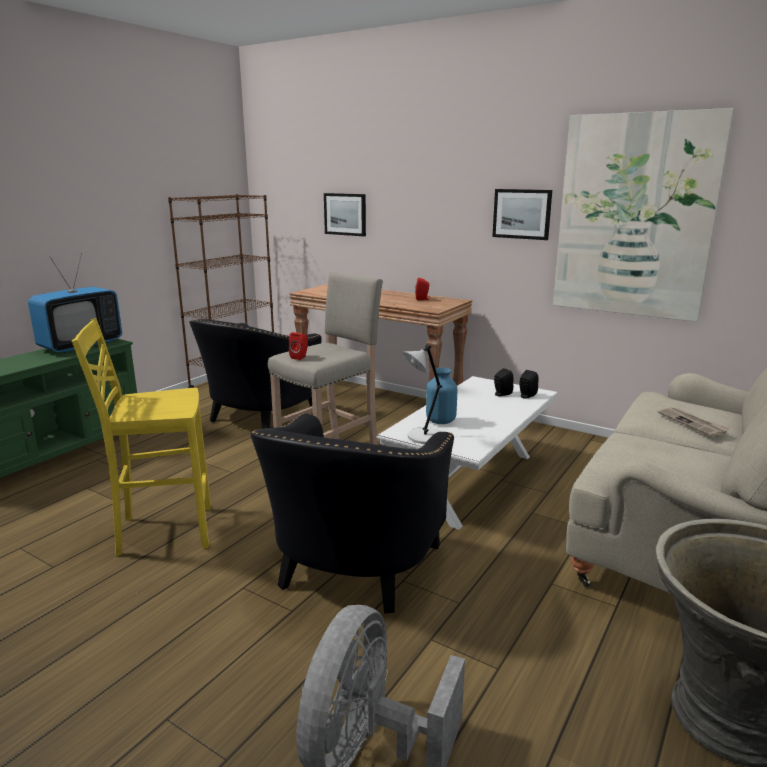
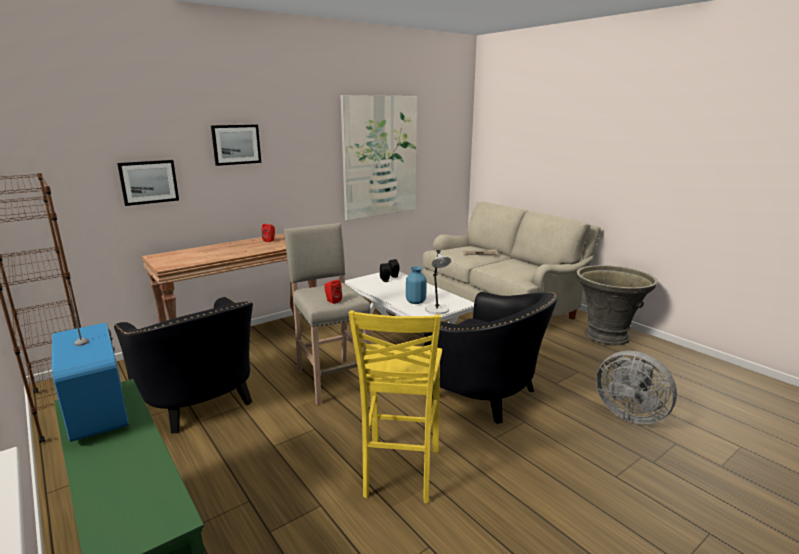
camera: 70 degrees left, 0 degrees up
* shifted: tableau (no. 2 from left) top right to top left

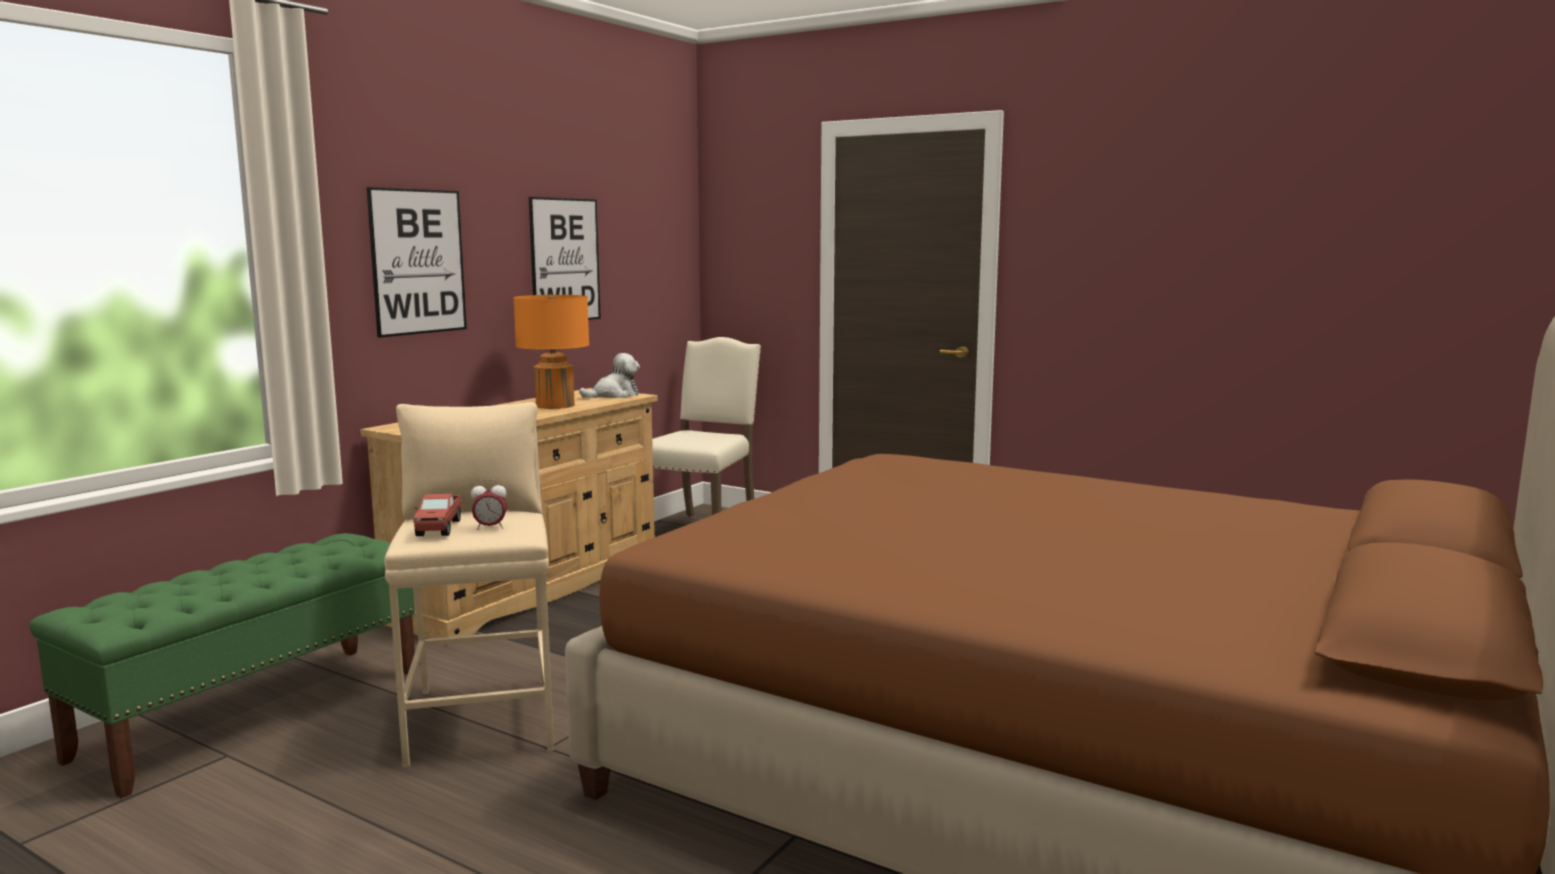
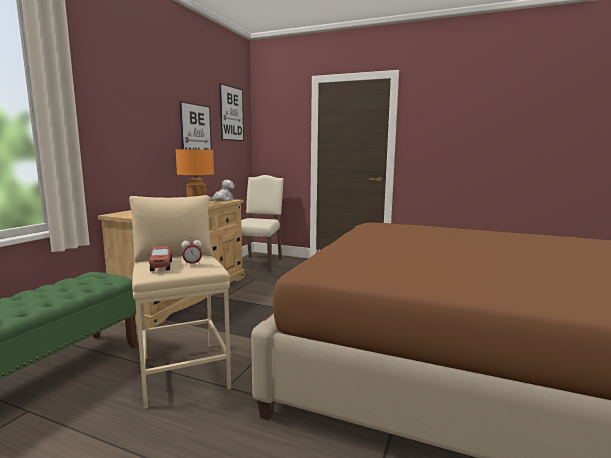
camera: 10 degrees left, 0 degrees up
* shifted: tableau (no. 1 from left in the first image) top left to tableau (no. 2 from left) top centre

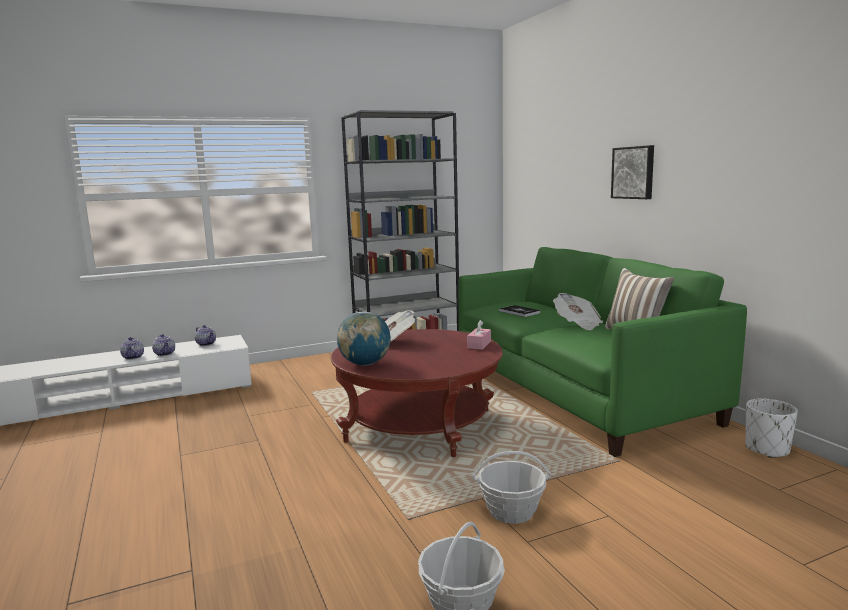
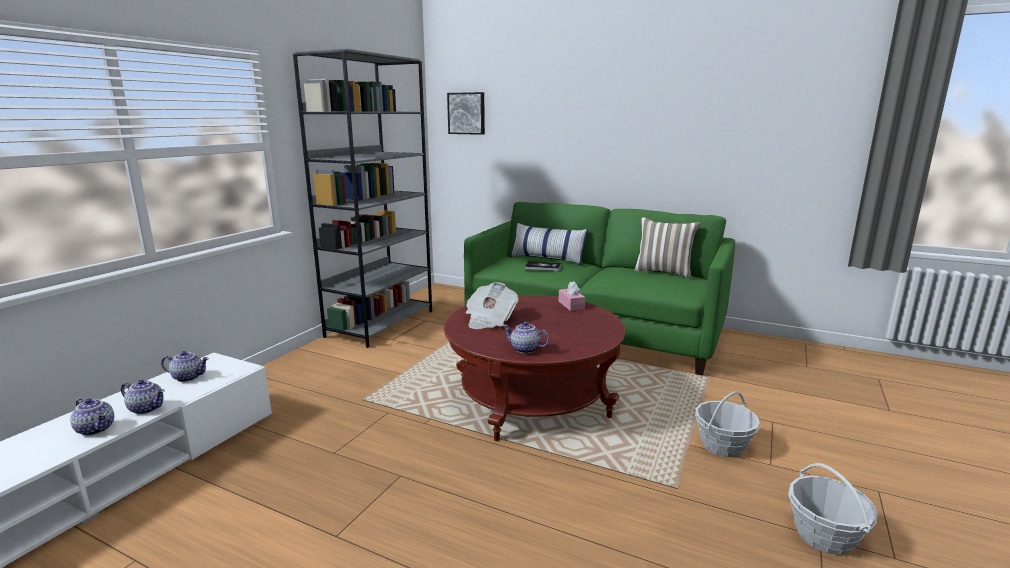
camera: 40 degrees left, 5 degrees up
* gone: journal (no. 2 from left) middle right
* gone: cache-pot/blanc bottom right
* new: coussin (no. 1 from left) centre
* shifted: tableau top right to top centre
* swapped: globe centre to théière (no. 4 from left) centre

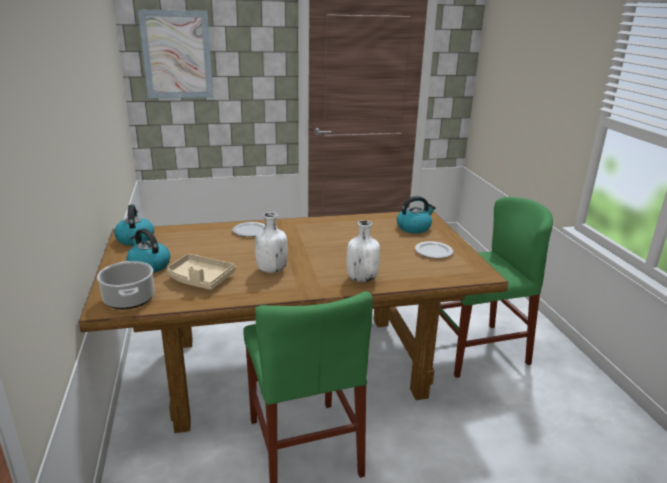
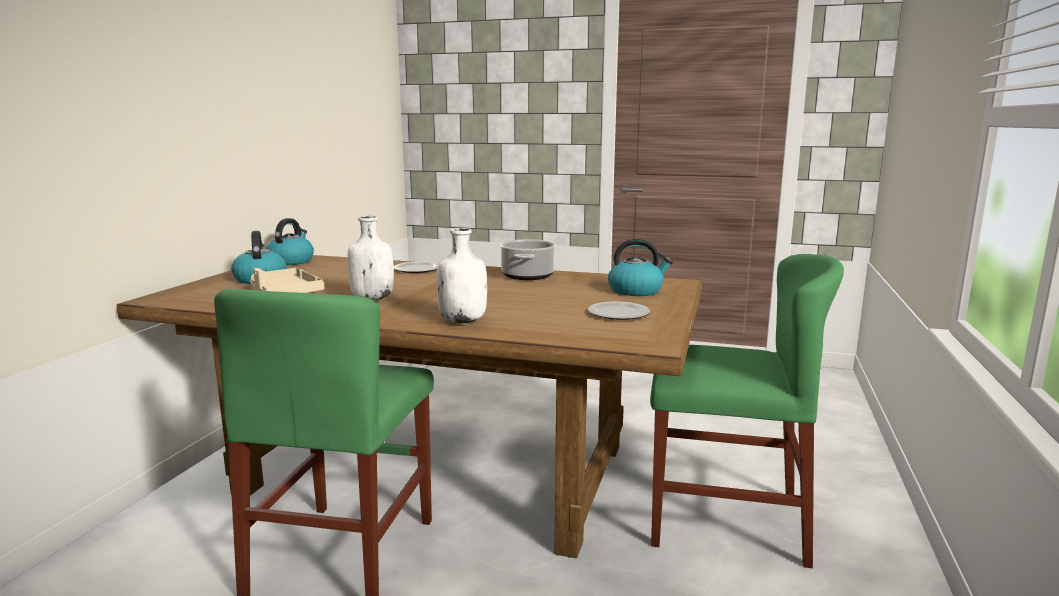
camera: 30 degrees right, 10 degrees down
* gone: tableau top left
* shifted: marmite middle left to centre

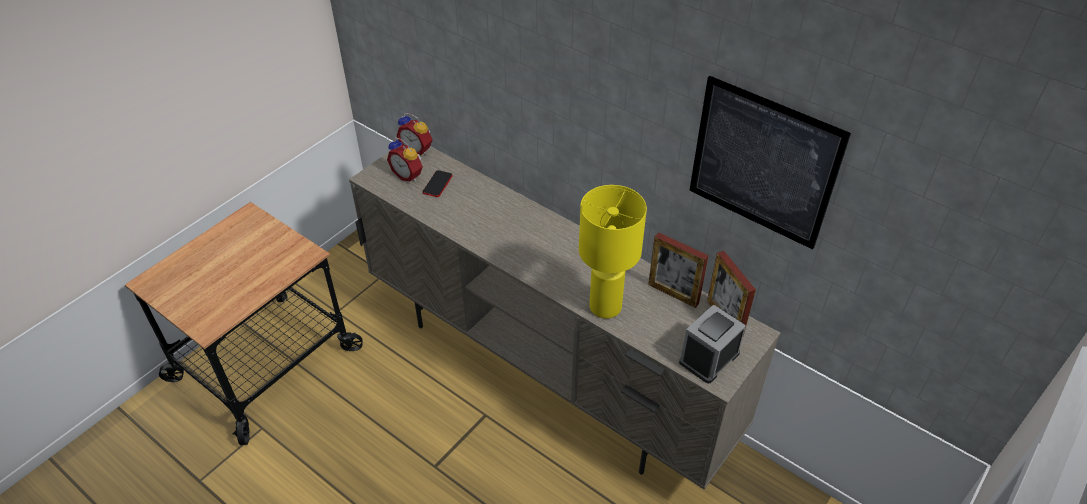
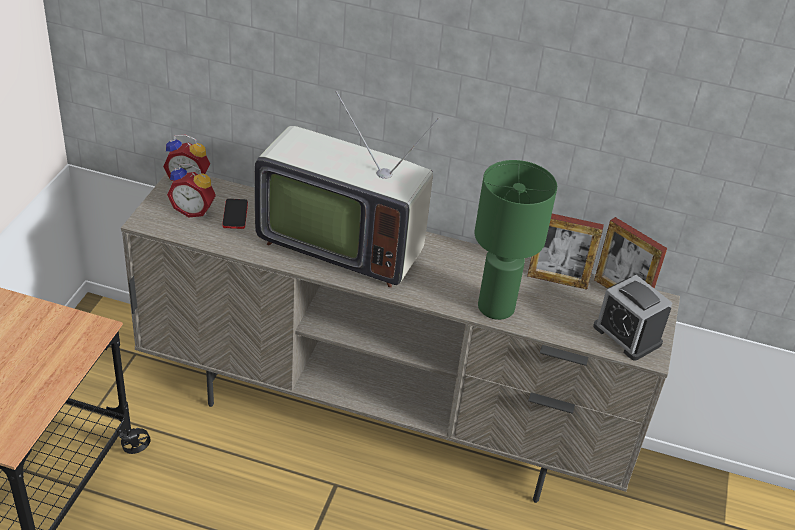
camera: 25 degrees left, 5 degrees down
* gone: tableau top right
* new: téléviseur centre
* repainted: lampe de table/jaune centre to lampe de table/vert centre
* rotated: réveil (no. 3 from left) bottom centre = middle right 60 degrees counterclockwise

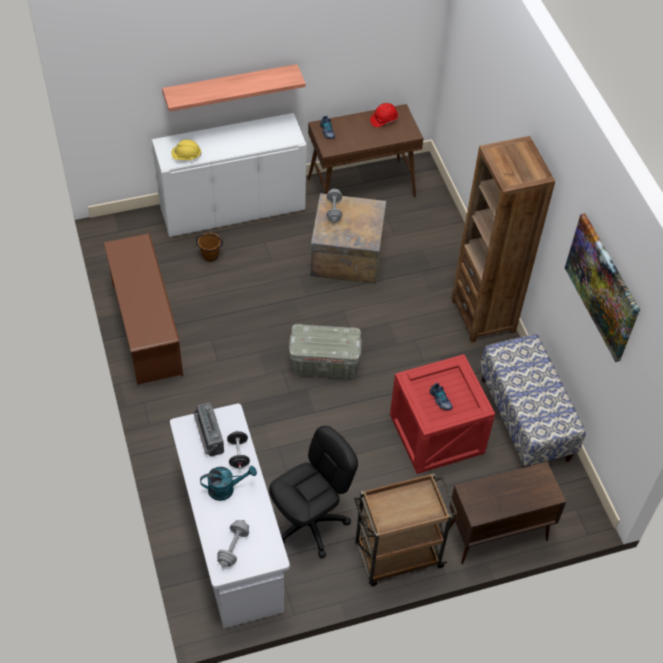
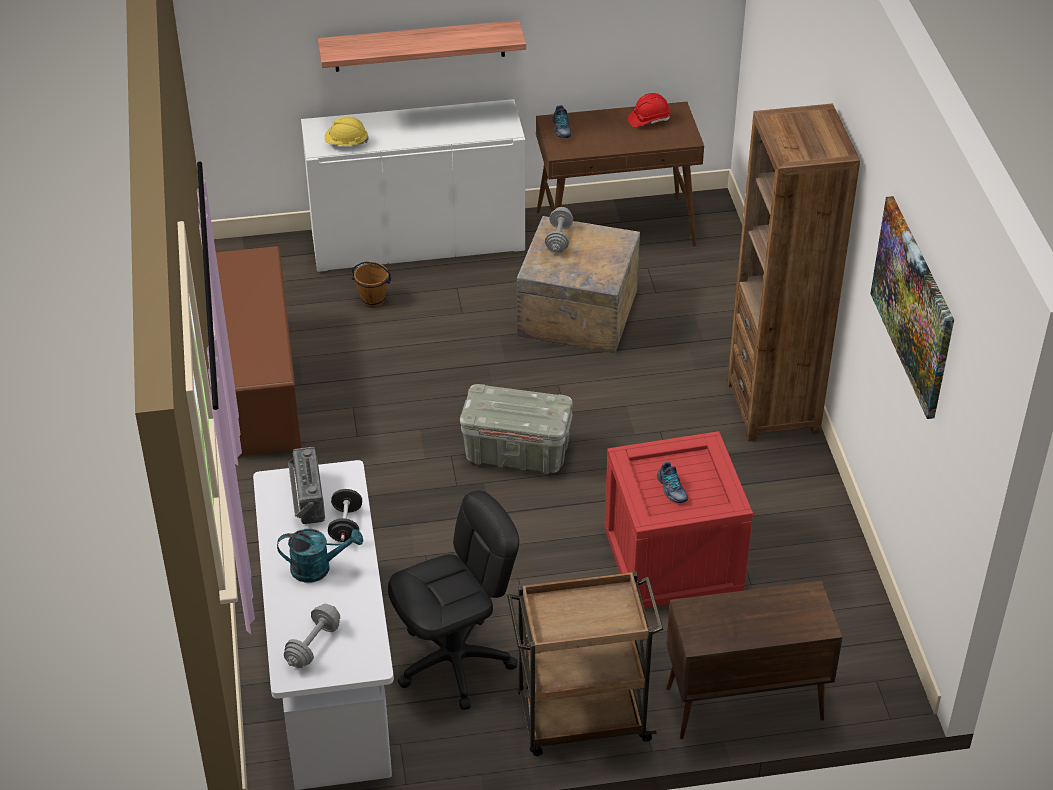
camera: 10 degrees right, 10 degrees down
* gone: banc middle right

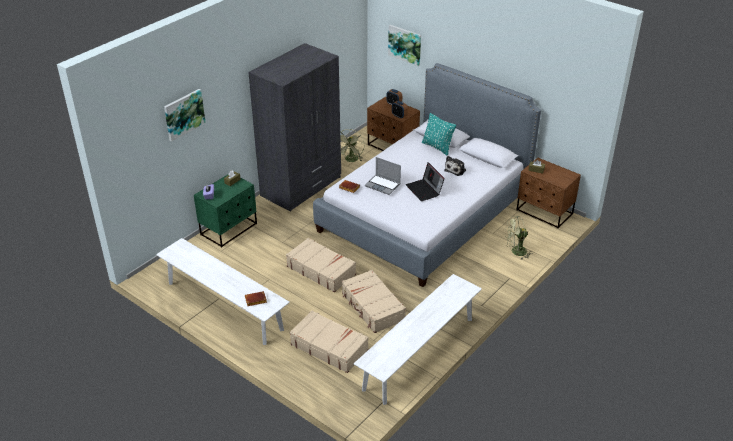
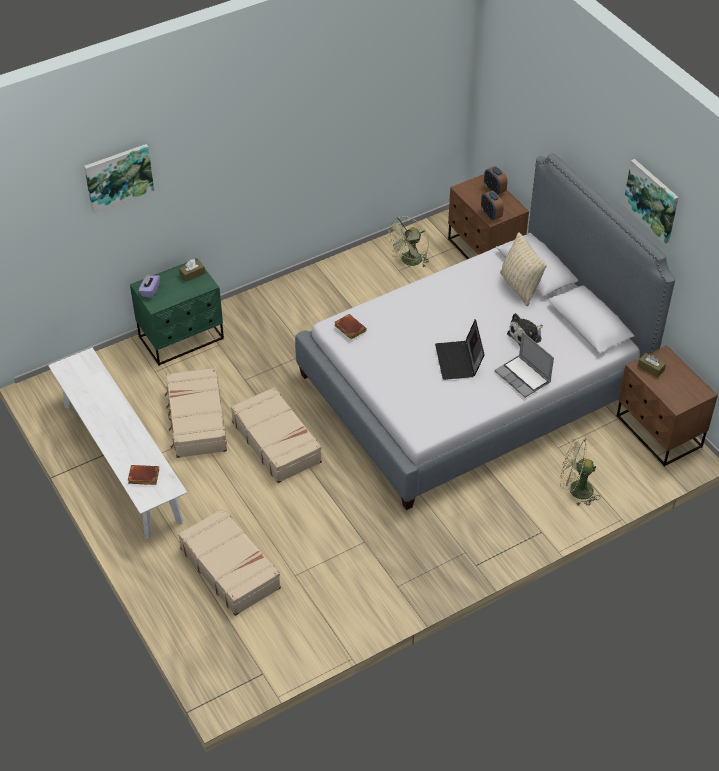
camera: 20 degrees right, 10 degrees up
* gone: armoire/gris top centre
* gone: banc/blanc (no. 2 from left) bottom centre
* shifted: valise/beige (no. 3 from left in the first image) bottom centre to valise/beige (no. 1 from left) middle left
* shifted: ordinateur portable (no. 1 from left in the first image) centre to ordinateur portable (no. 2 from left) middle right
* shifted: tableau (no. 2 from left) top centre to top right
* repainted: coussin/turquoise top centre to coussin/beige middle right

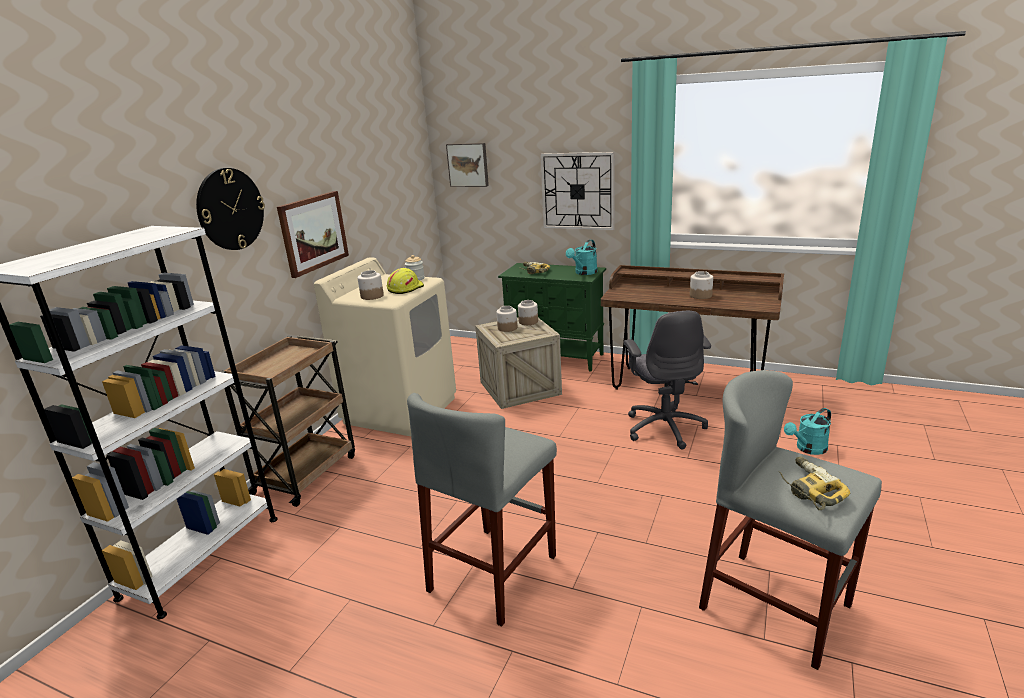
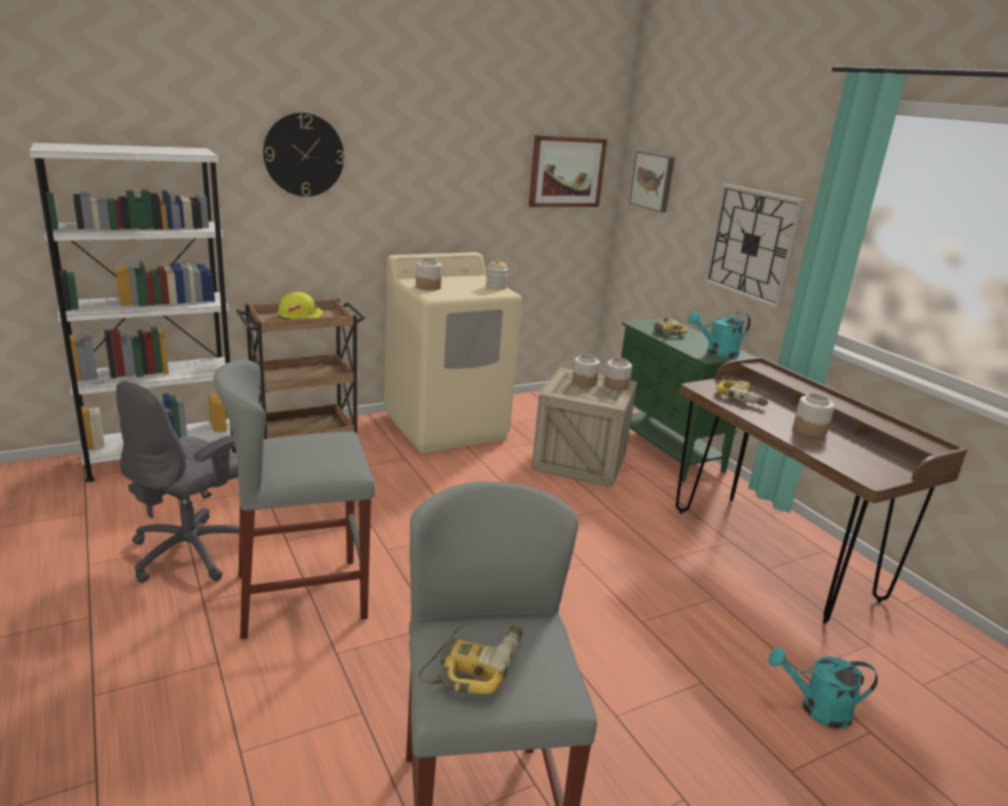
camera: 35 degrees right, 0 degrees up
* new: perceuse (no. 3 from left) middle right
* shifted: tableau (no. 1 from left) middle left to top centre
* shifted: casque de chantier/jaune centre to middle left
* shifted: chaise de bureau/gris centre to middle left

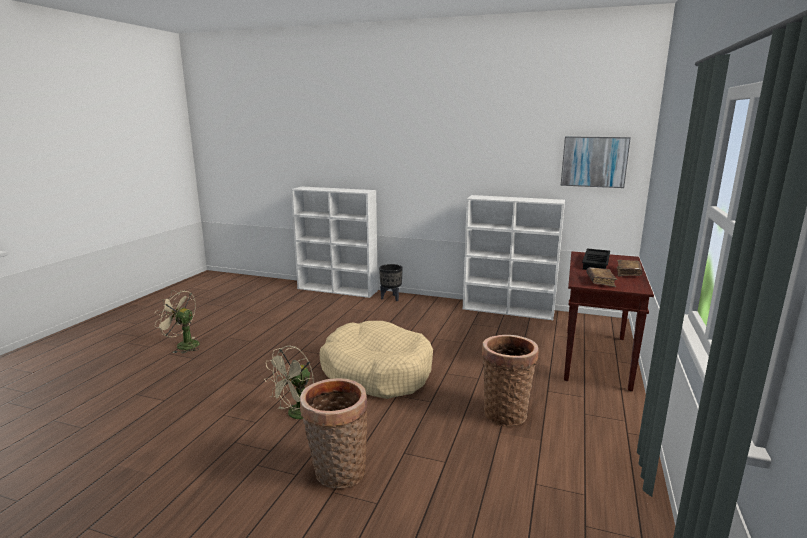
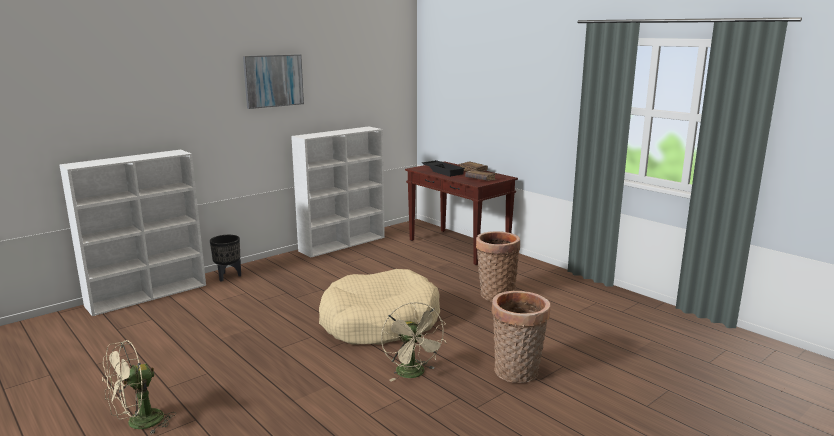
camera: 60 degrees left, 0 degrees up
* shifted: tableau top right to top left

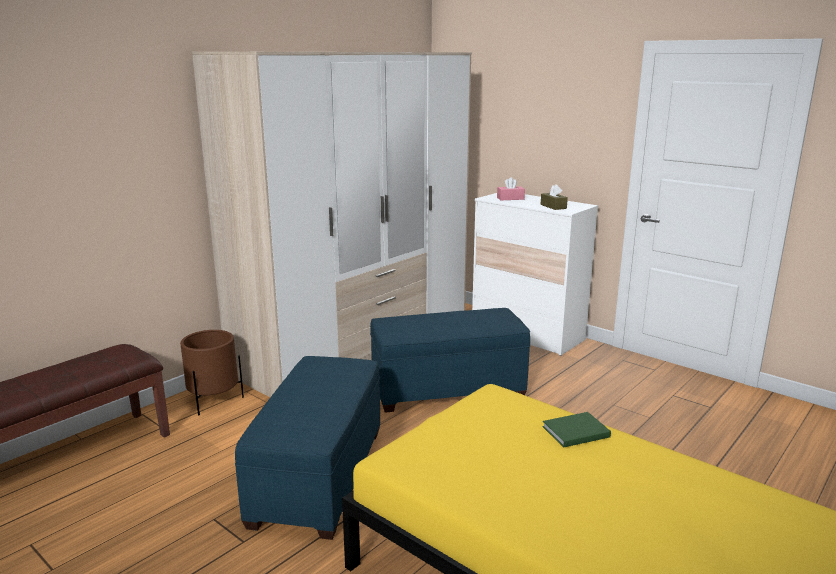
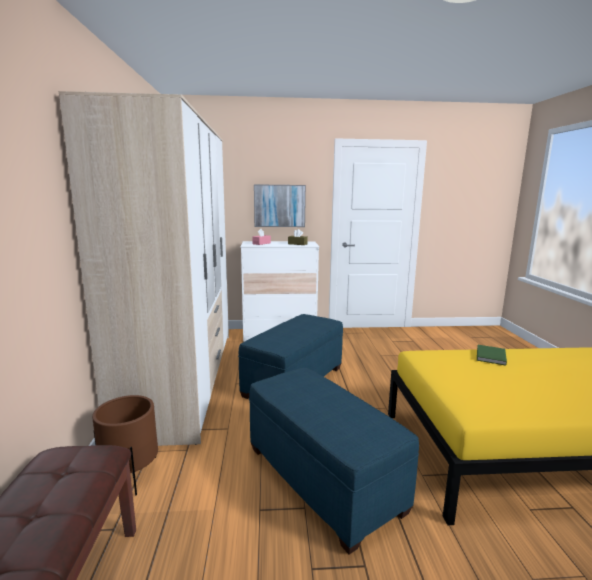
camera: 45 degrees left, 5 degrees down
* new: tableau centre

